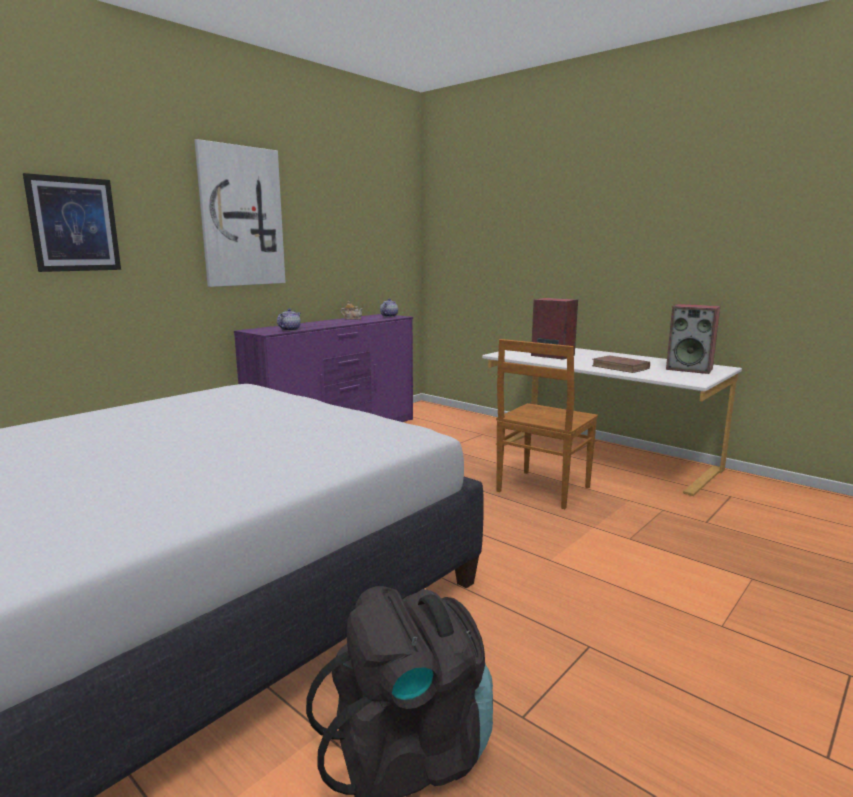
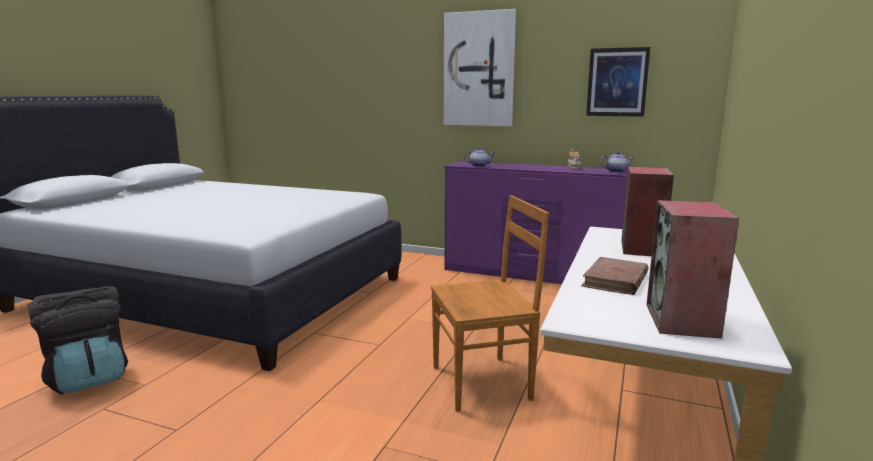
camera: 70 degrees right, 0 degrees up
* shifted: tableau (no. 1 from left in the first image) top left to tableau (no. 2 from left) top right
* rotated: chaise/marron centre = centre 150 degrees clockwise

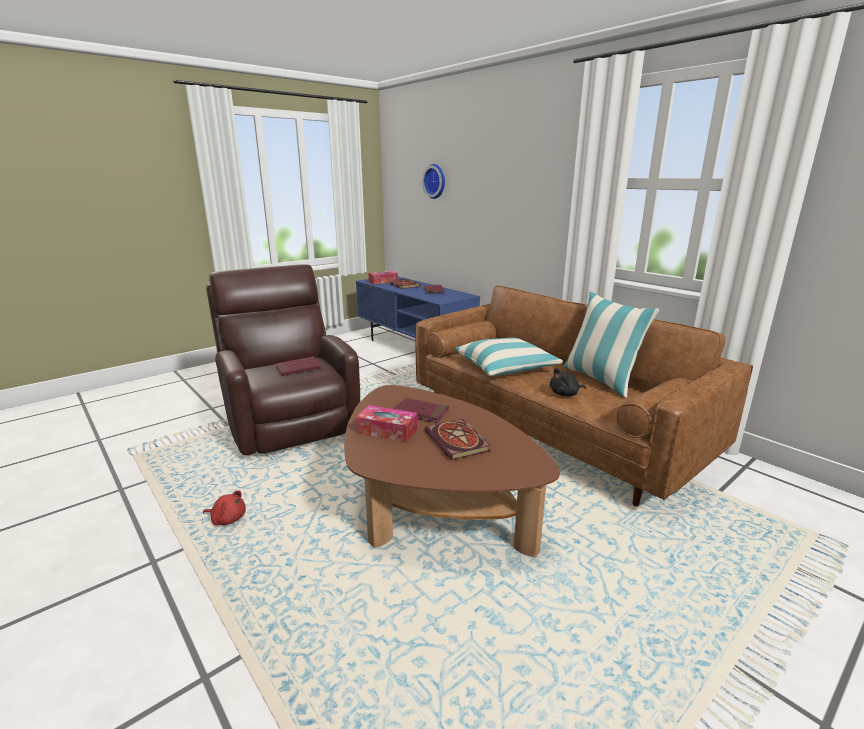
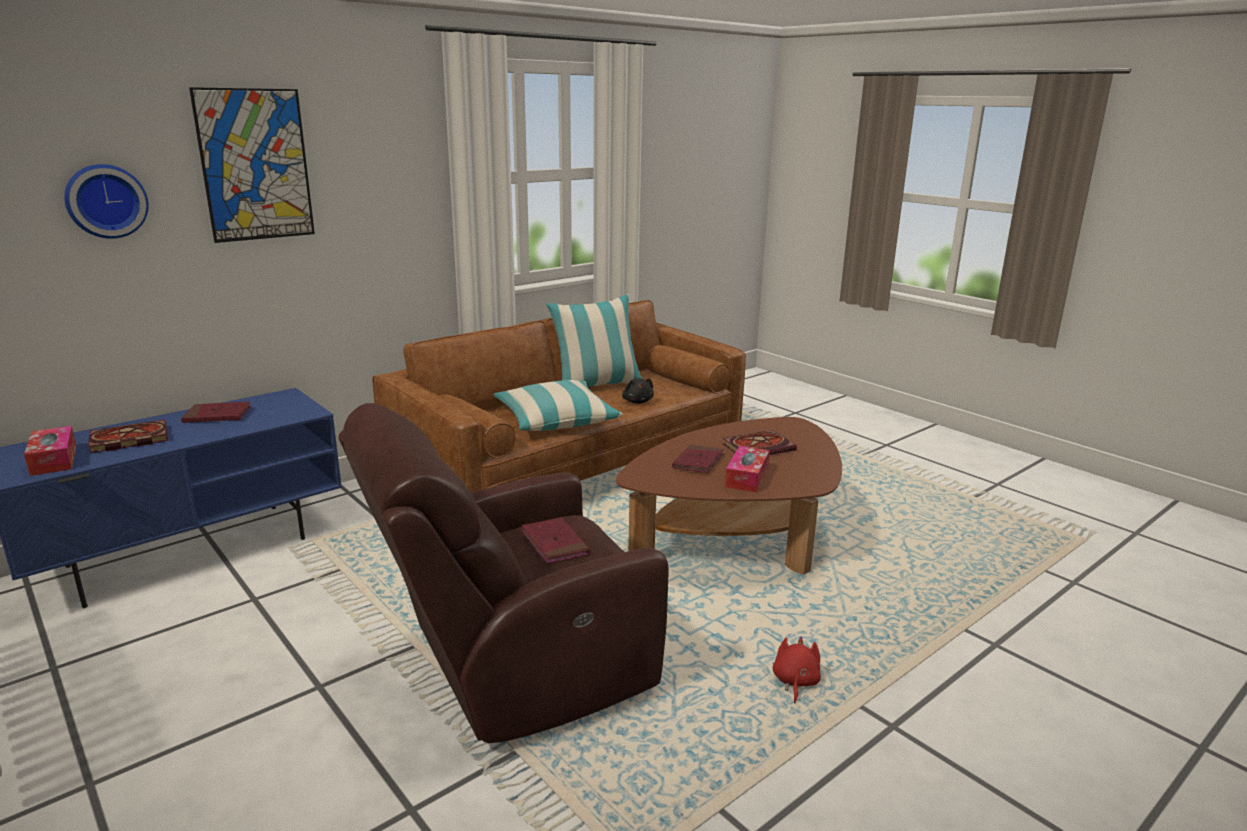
camera: 90 degrees left, 0 degrees up
* new: tableau top left

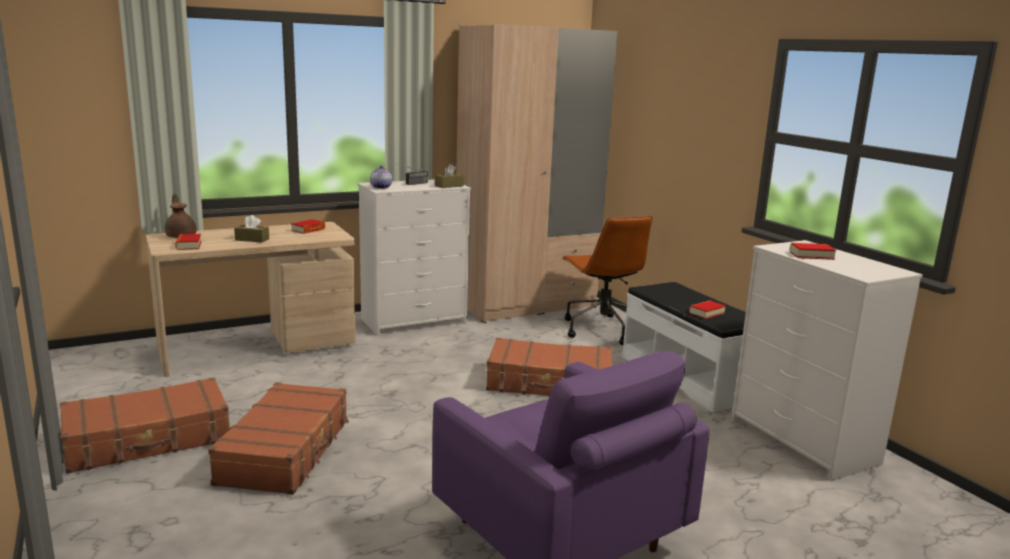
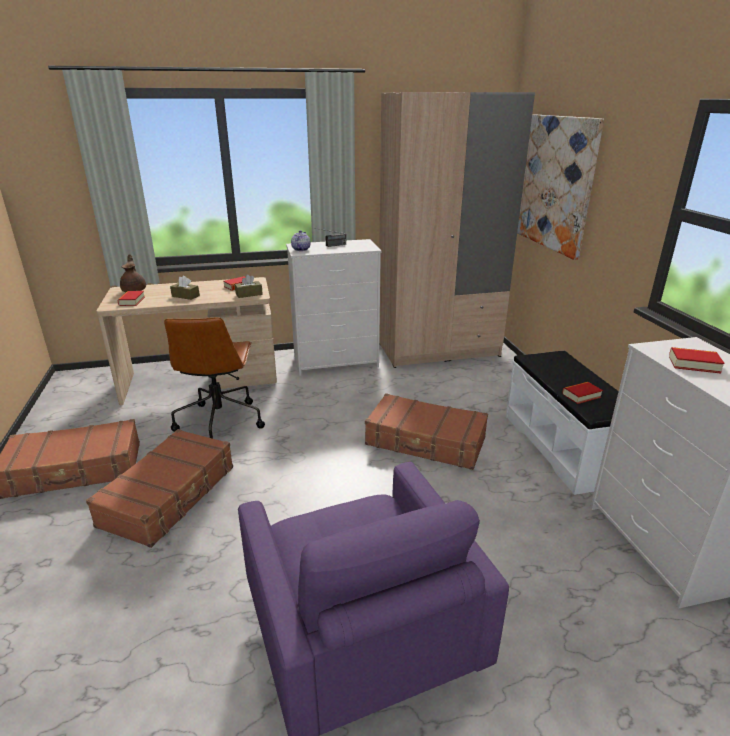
camera: 15 degrees right, 10 degrees up
* new: tableau top right
* shifted: boîte à mouchoirs/marron (no. 2 from left) top centre to centre
* shifted: chaise de bureau/marron centre to middle left

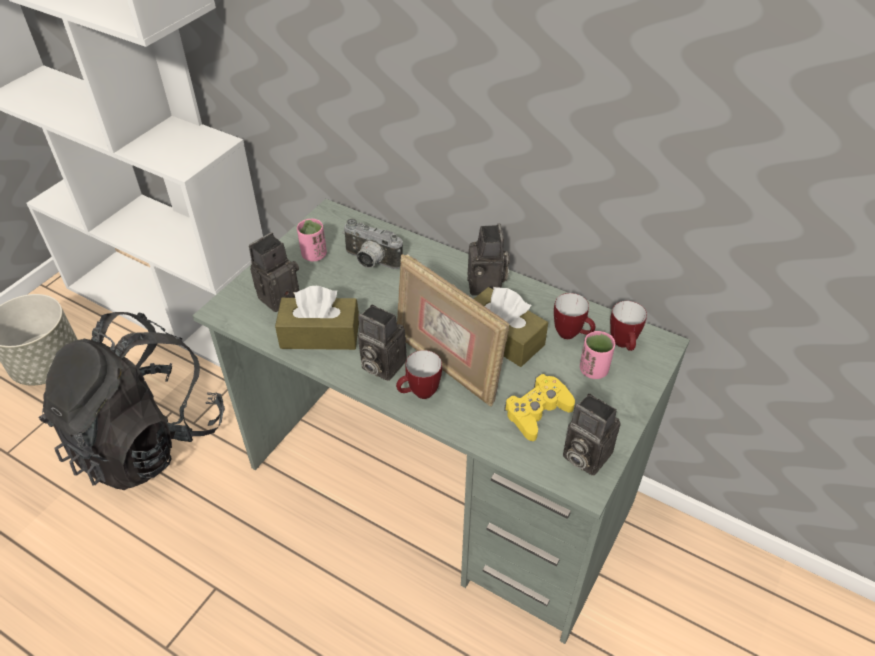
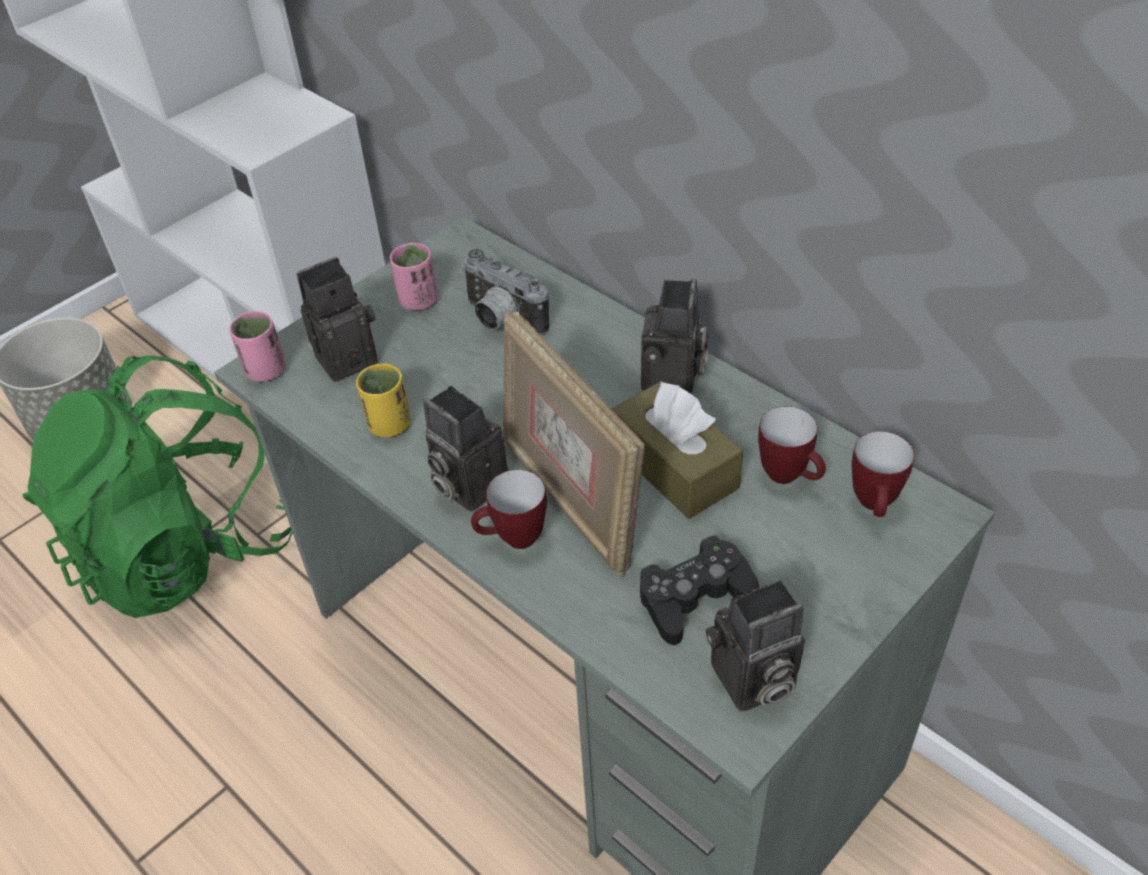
camera: 15 degrees right, 0 degrees up
* shifted: tasse/rose (no. 2 from left in the first image) middle right to tasse/rose (no. 1 from left) middle left
* swapped: boîte à mouchoirs/marron (no. 1 from left) centre to tasse/jaune centre
* repainted: sac à dos/noir middle left to sac à dos/vert middle left
* repainted: manette/jaune centre to manette/noir bottom centre
* rotated: appareil photo (no. 5 from left) middle right = bottom centre 75 degrees counterclockwise

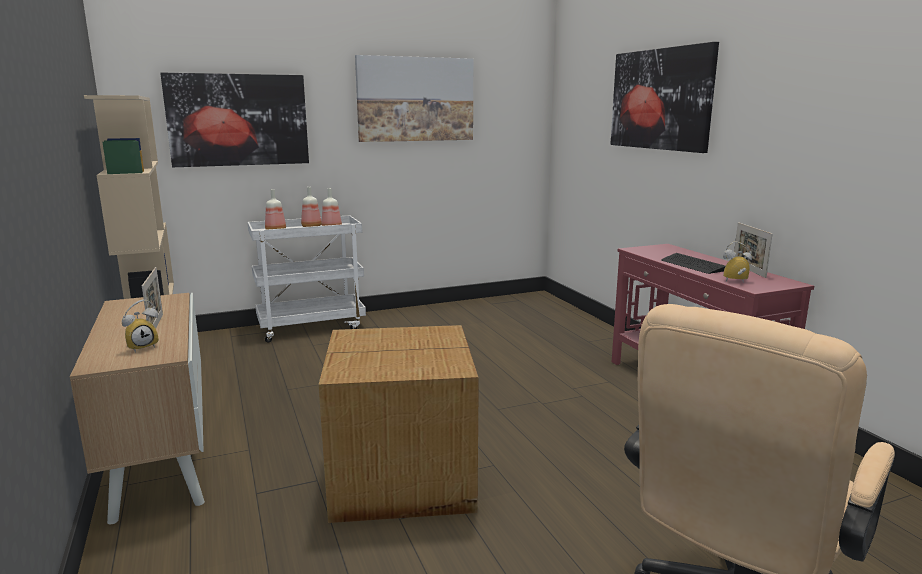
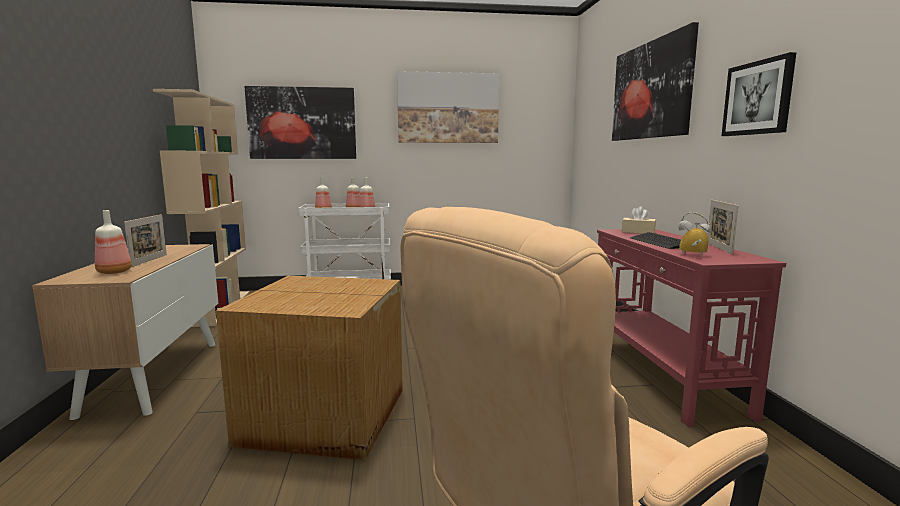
camera: 15 degrees right, 5 degrees down
* new: boîte à mouchoirs/beige middle right
* new: tableau (no. 4 from left) top right
* swapped: réveil (no. 1 from left) middle left to bouteille (no. 1 from left) middle left

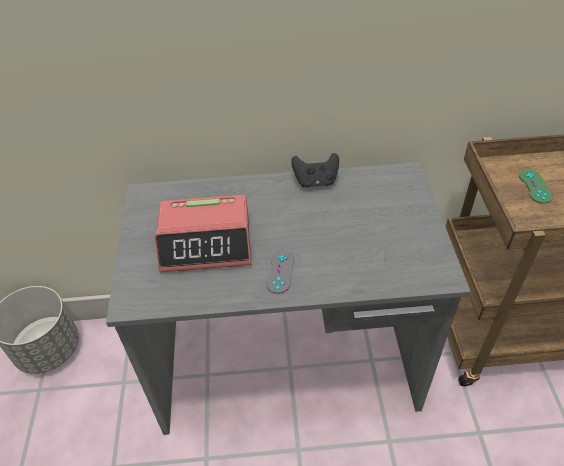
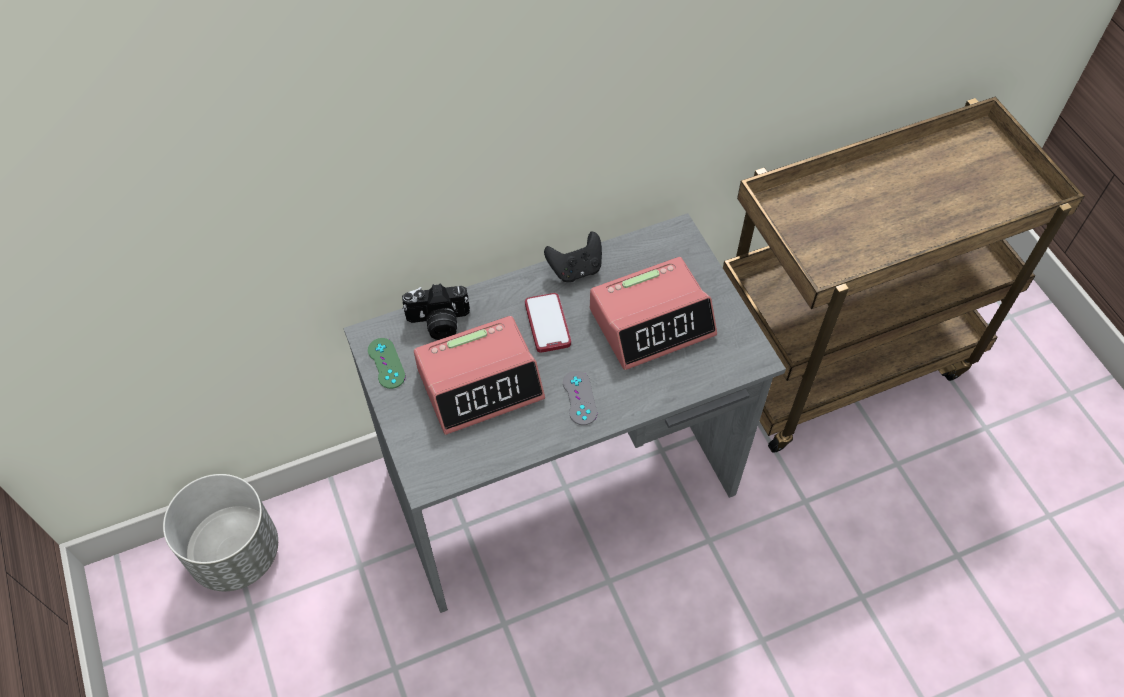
camera: 20 degrees left, 10 degrees up
* new: appareil photo centre
* new: téléphone centre
* new: réveil (no. 2 from left) centre
* shifted: manette/vert middle right to centre

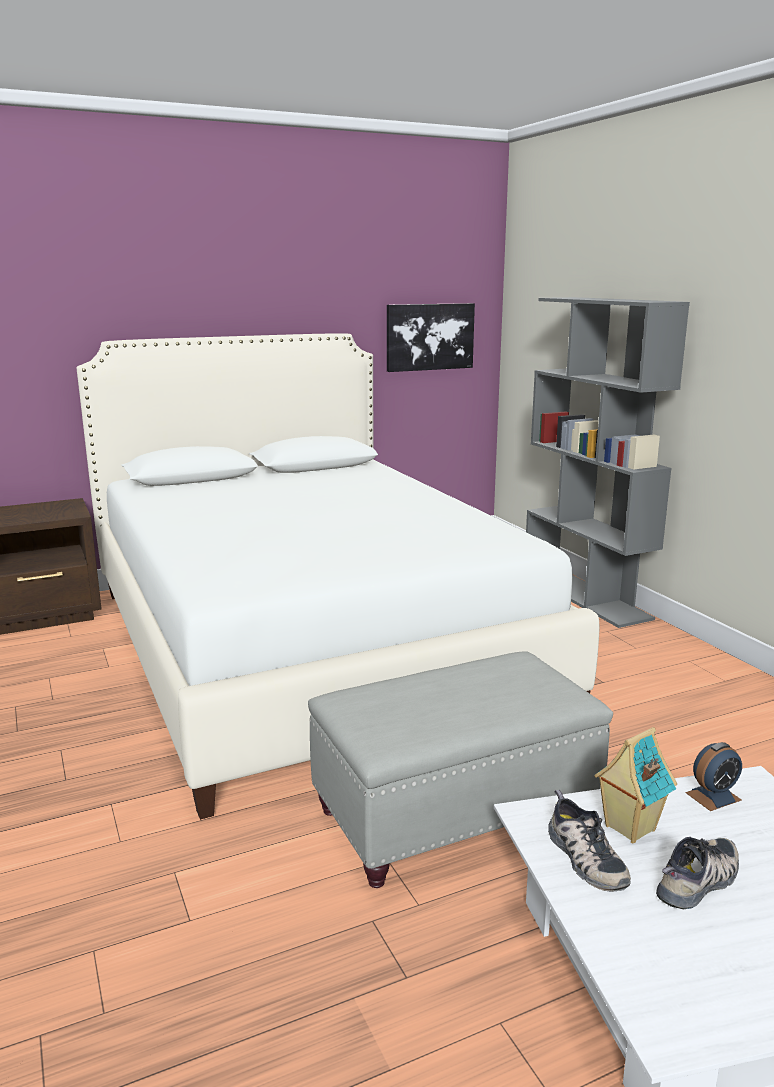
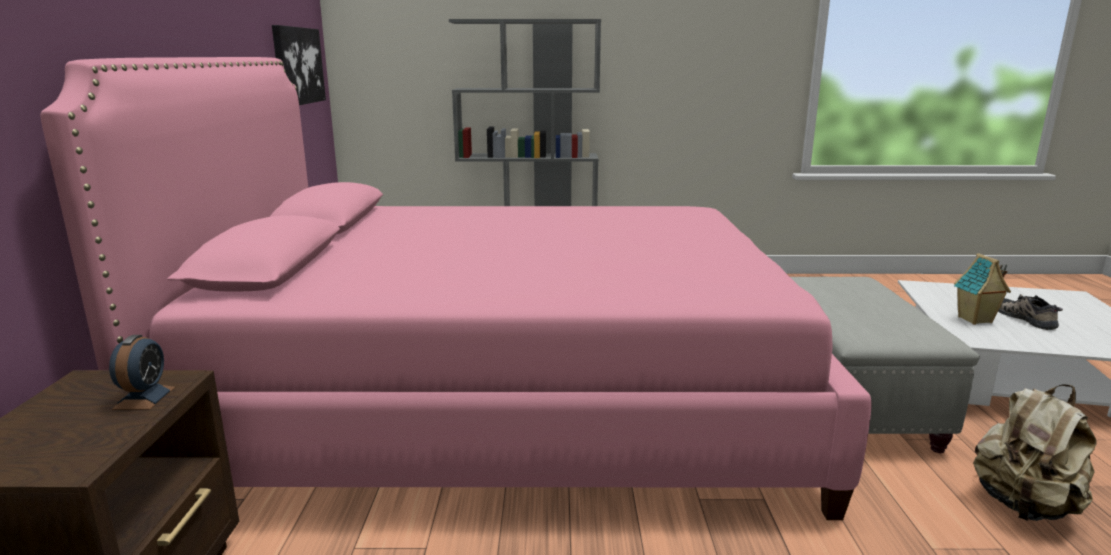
camera: 65 degrees left, 0 degrees up
* gone: chaussure (no. 1 from left) bottom right
* new: sac à dos/beige bottom right
* shifted: réveil bottom right to bottom left
* repainted: lit/blanc centre to lit/rose centre

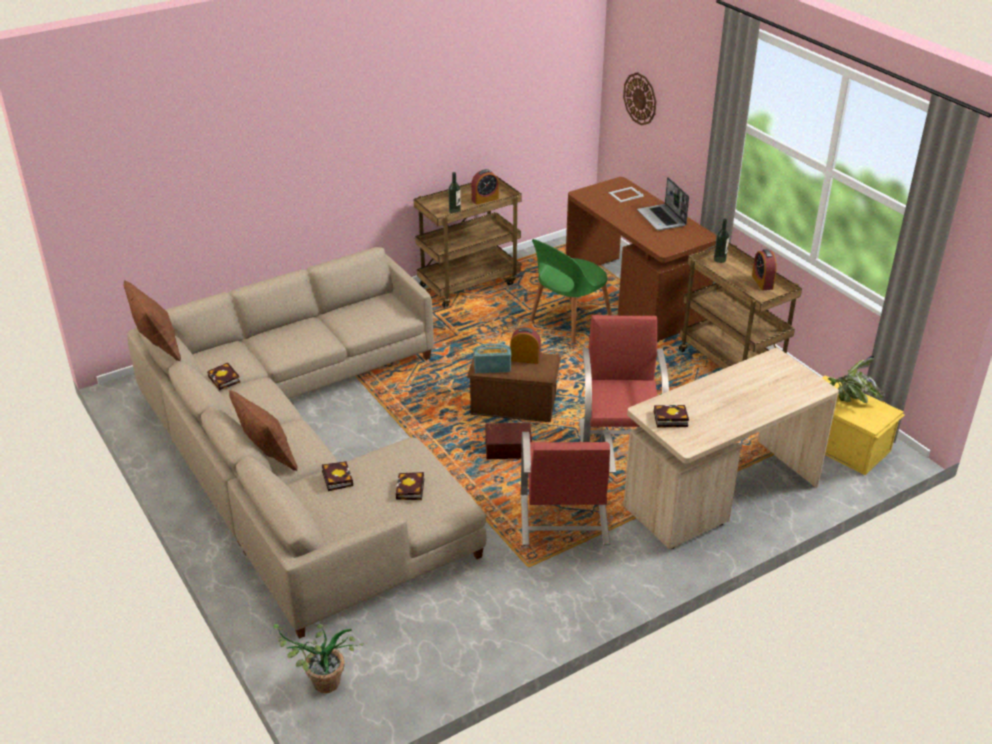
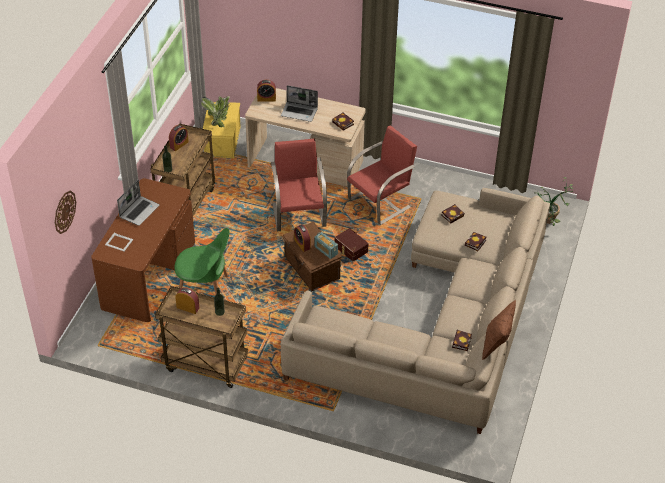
camera: 130 degrees left, 10 degrees up
* gone: coussin/marron (no. 2 from left) middle left
* new: réveil (no. 3 from left) top centre
* new: ordinateur portable (no. 2 from left) top centre
* rotated: chaise/rouge (no. 2 from left in the first image) centre = centre 120 degrees clockwise

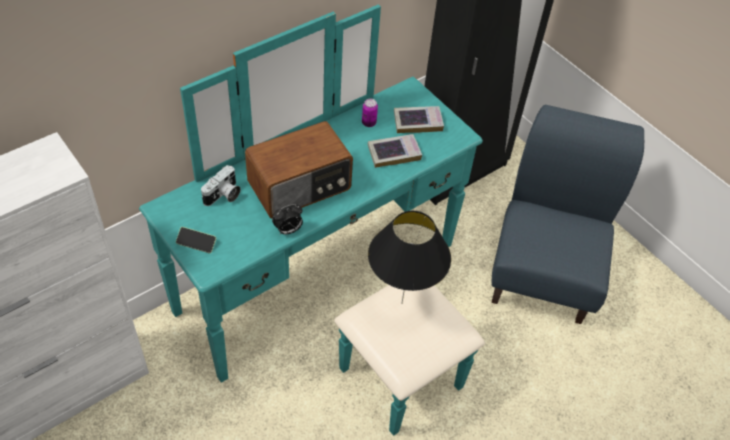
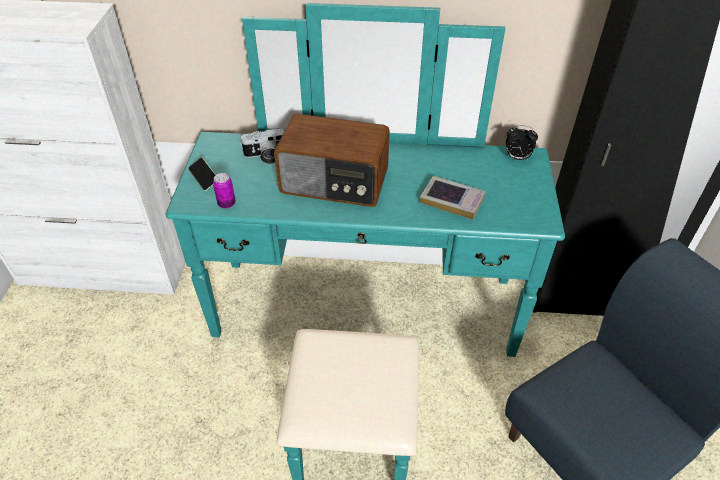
camera: 45 degrees right, 5 degrees down
* gone: lampe de table/noir centre
* gone: livre (no. 2 from left) top centre
* shifted: réveil centre to top right
* shifted: boîte métallique top centre to middle left

